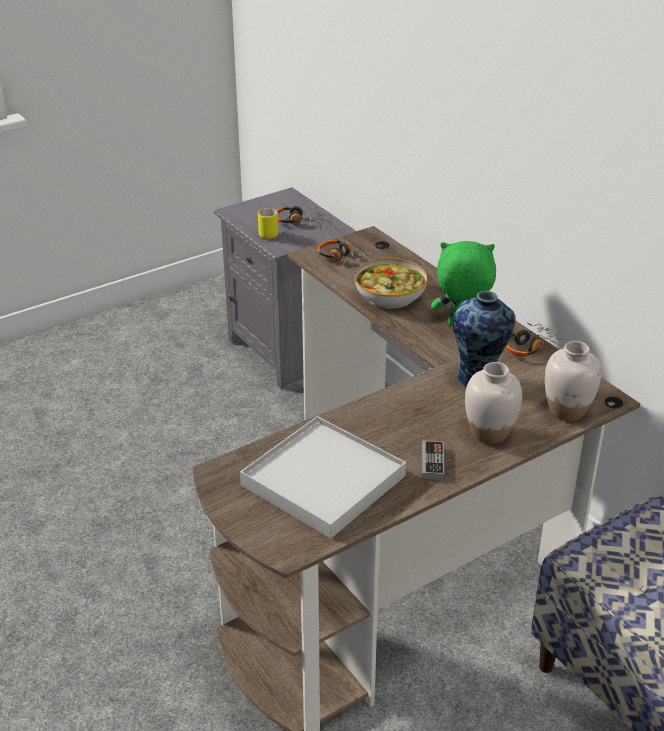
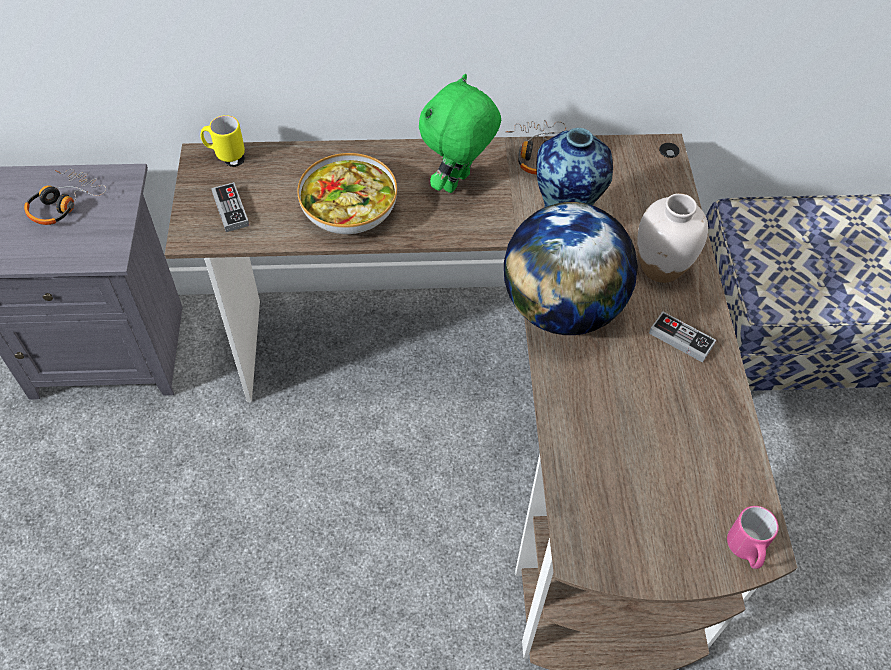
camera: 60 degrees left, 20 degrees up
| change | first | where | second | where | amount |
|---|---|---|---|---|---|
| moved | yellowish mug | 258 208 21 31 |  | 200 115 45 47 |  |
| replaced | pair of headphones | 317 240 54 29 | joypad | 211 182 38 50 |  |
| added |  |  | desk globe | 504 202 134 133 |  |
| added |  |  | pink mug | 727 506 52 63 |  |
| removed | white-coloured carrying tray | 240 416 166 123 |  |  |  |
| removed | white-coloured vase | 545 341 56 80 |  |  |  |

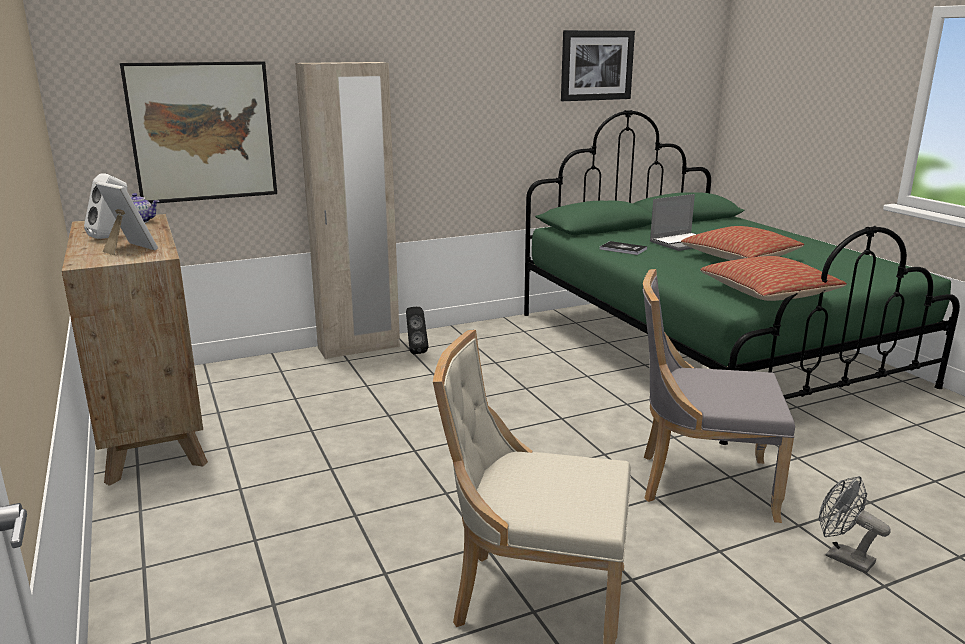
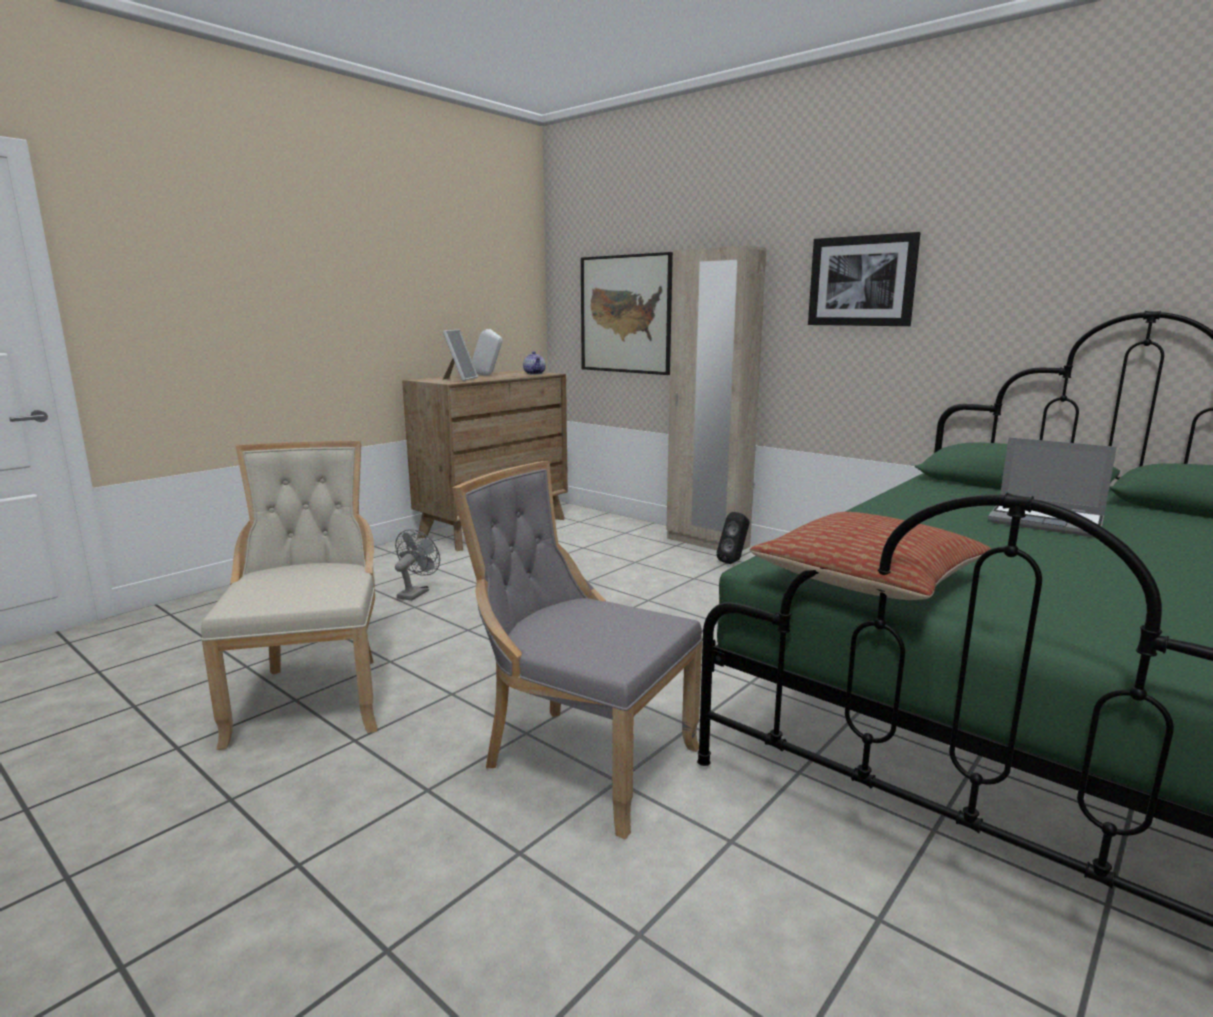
camera: 65 degrees right, 5 degrees down
| change | first | where | second | where | amount |
|---|---|---|---|---|---|
| moved | gray fan | 819 476 72 97 |  | 395 529 45 72 |  |
| turned | gray chair | 643 269 152 254 |  | 452 461 251 378 | 45 degrees counterclockwise |
| moved | wall picture | 561 30 74 71 |  | 808 232 113 94 |  |
| removed | book | 600 241 47 14 |  |  |  |
| removed | pillow | 681 226 123 34 |  |  |  |

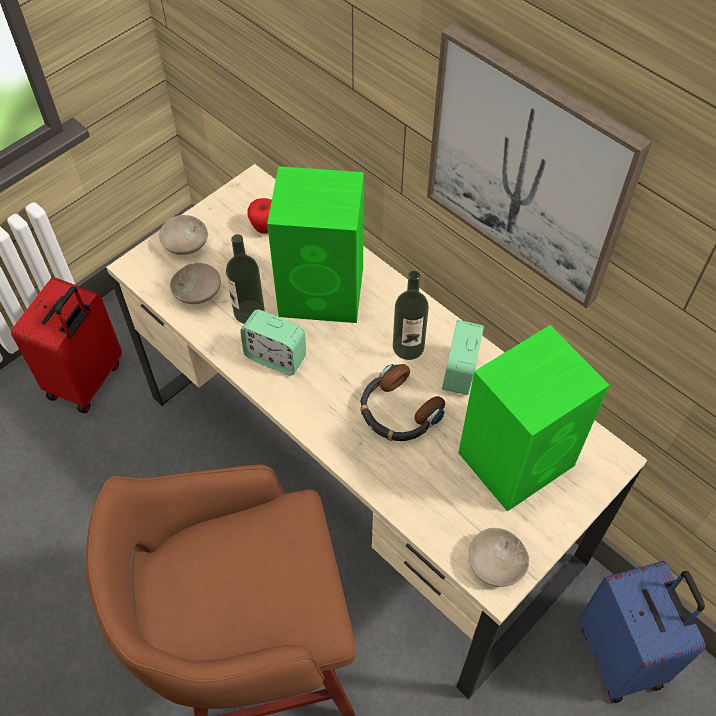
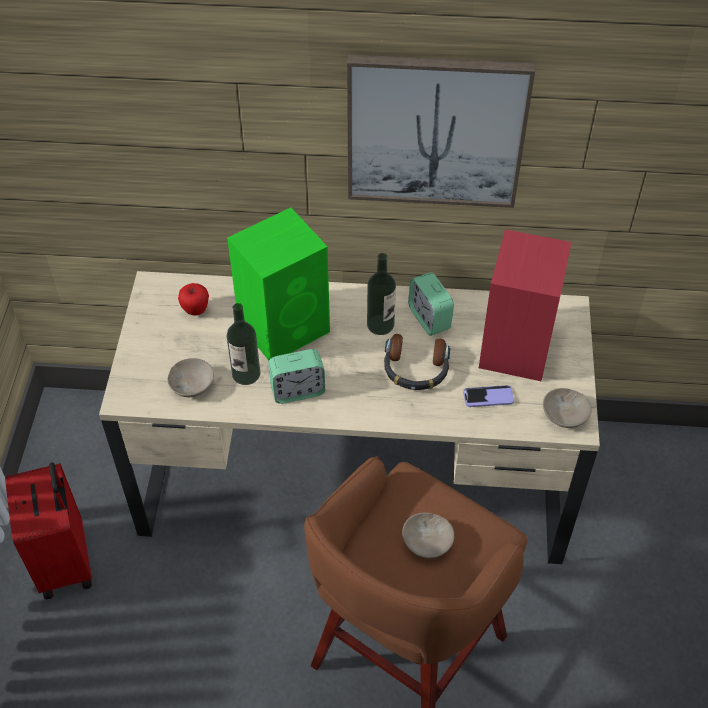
camera: 40 degrees left, 5 degrees down
| change | first | where | second | where | amount |
|---|---|---|---|---|---|
| moved | sand-coloured deep dish | 159 215 49 40 |  | 402 512 52 46 |  |
| added |  |  | phone | 463 385 51 22 |  |
| recoloured | green-coloured speaker | 458 325 151 187 | reddish speaker | 479 229 93 152 |  |
| removed | blue-coloured travel case | 580 561 125 142 |  |  |  |

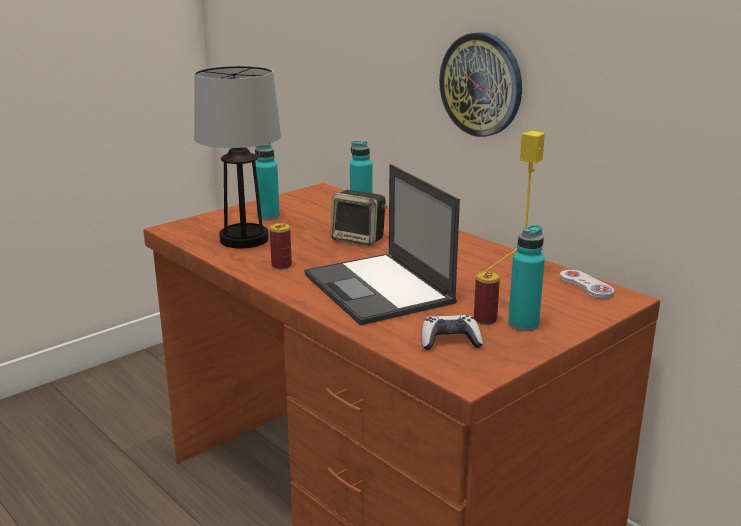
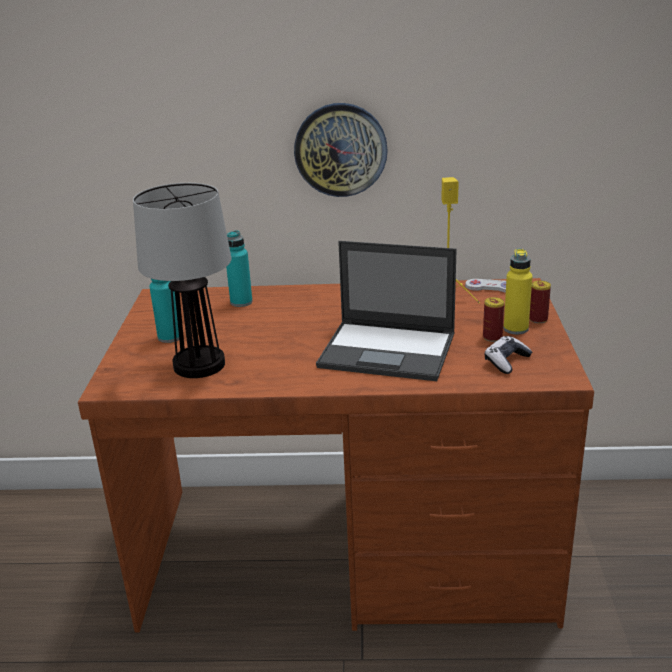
camera: 45 degrees left, 5 degrees up
| change | first | where | second | where | amount |
|---|---|---|---|---|---|
| recoloured | turquoise-coloured beverage bottle | 508 225 37 106 | yellowish beverage bottle | 504 249 28 85 |  |
| moved | can | 270 223 22 47 |  | 529 281 22 42 |  |
| removed | speaker | 330 190 57 56 |  |  |  |

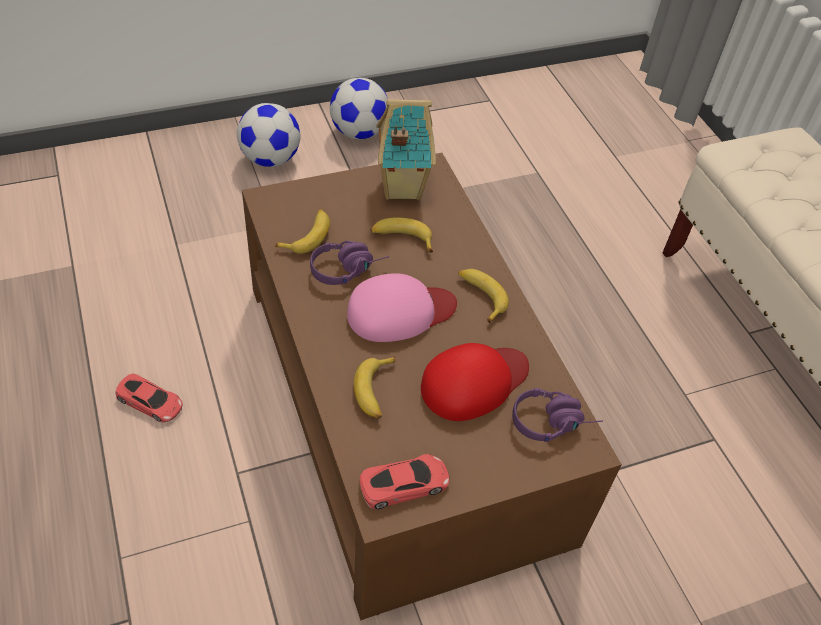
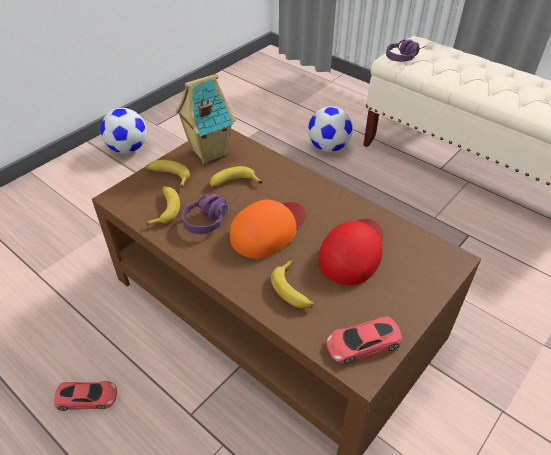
camera: 25 degrees left, 5 degrees down
| change | first | where | second | where | amount |
|---|---|---|---|---|---|
| moved | banana fruit | 458 269 51 55 |  | 146 160 44 28 |  |
| recoloured | pink baseball cap | 347 273 110 69 | orangey baseball cap | 230 200 75 59 |  |
| moved | football | 237 103 63 64 |  | 308 106 45 46 |  |
| turned | reddish miniature car | 360 454 89 55 |  | 326 316 76 48 | 150 degrees counterclockwise |
| moved | purplish pair of headphones | 512 388 91 54 |  | 386 39 40 23 |  |

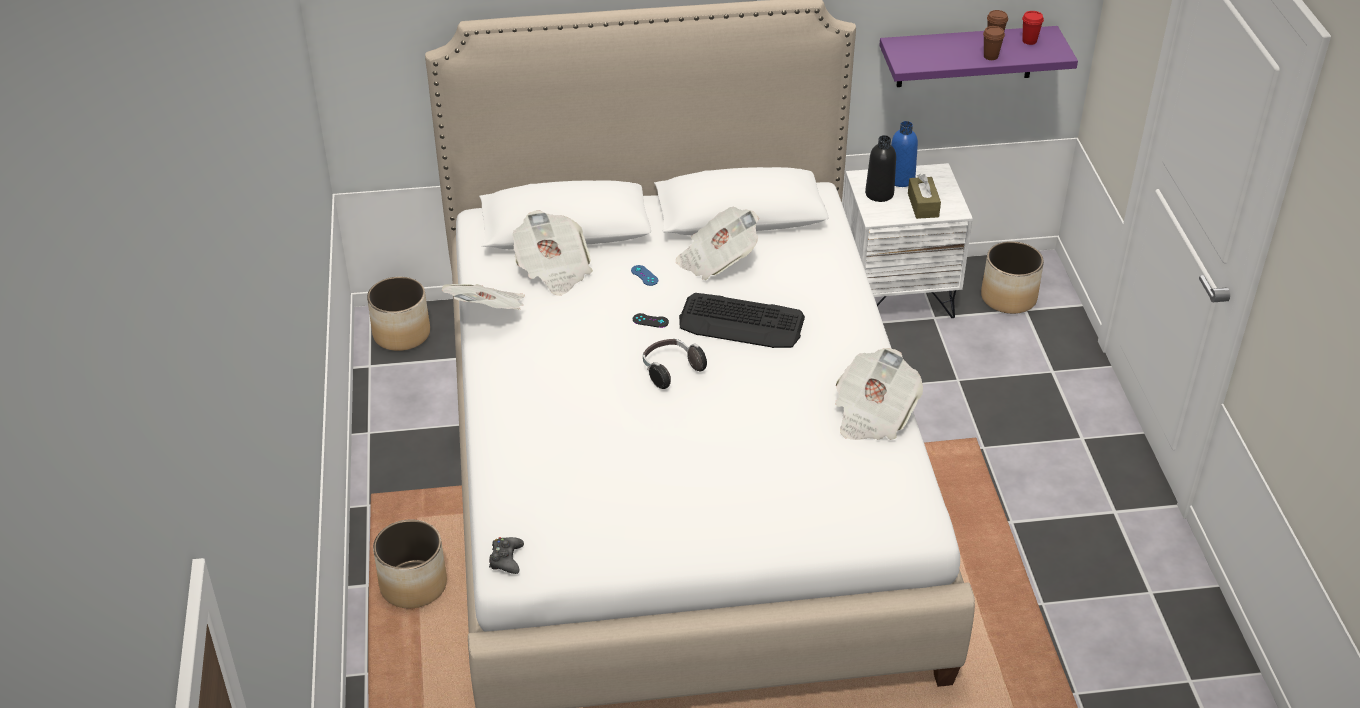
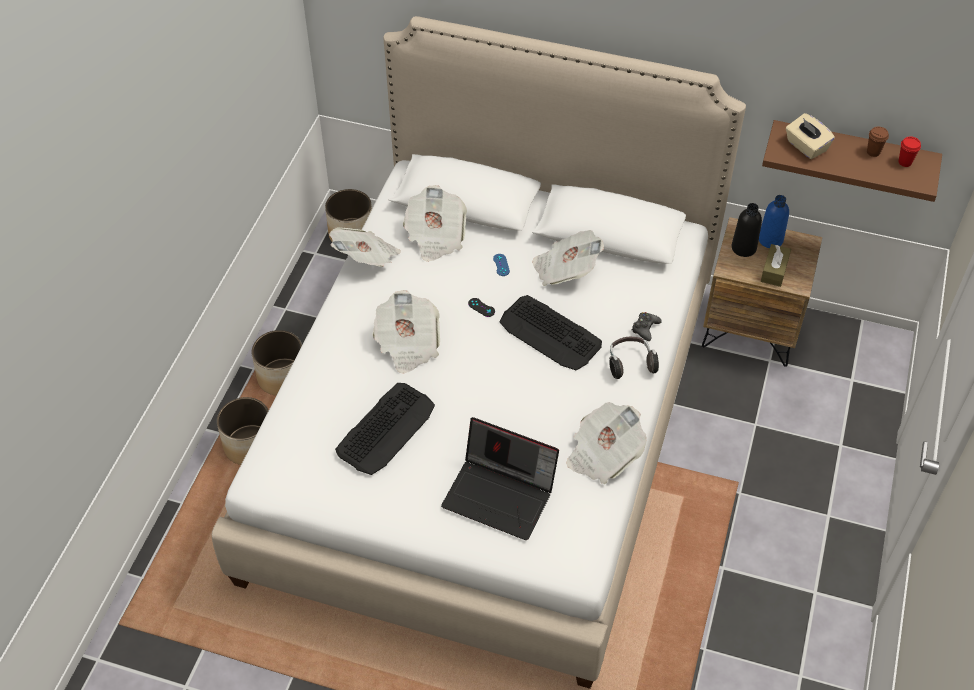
camera: 25 degrees right, 10 degrees up
| change | first | where | second | where | amount |
|---|---|---|---|---|---|
| moved | plant pot | 981 241 63 73 |  | 252 330 50 66 |  |
| added |  |  | computer keyboard | 335 383 100 92 |  |
| added |  |  | daily paper | 372 290 68 84 |  |
| added |  |  | notebook computer | 441 417 118 123 |  |
| moved | pair of headphones | 643 339 64 50 |  | 609 337 50 42 |  |
| moved | black joypad | 489 537 35 37 |  | 632 312 30 29 |  |
| recoloured | white-coloured night table | 843 163 130 155 | brownish night table | 702 217 120 150 |  |
| recoloured | purplish bracket shelf | 879 26 199 61 | brownish bracket shelf | 762 120 180 82 |  |
| added |  |  | sand-coloured box of tissues | 786 113 49 46 |  |
| removed | brownish small cup | 983 26 22 34 |  |  |  |

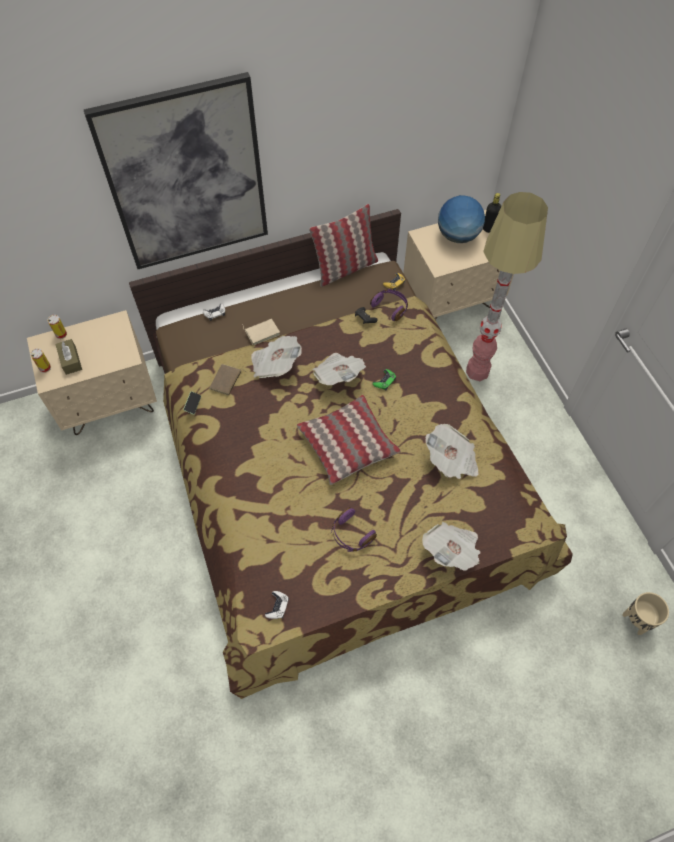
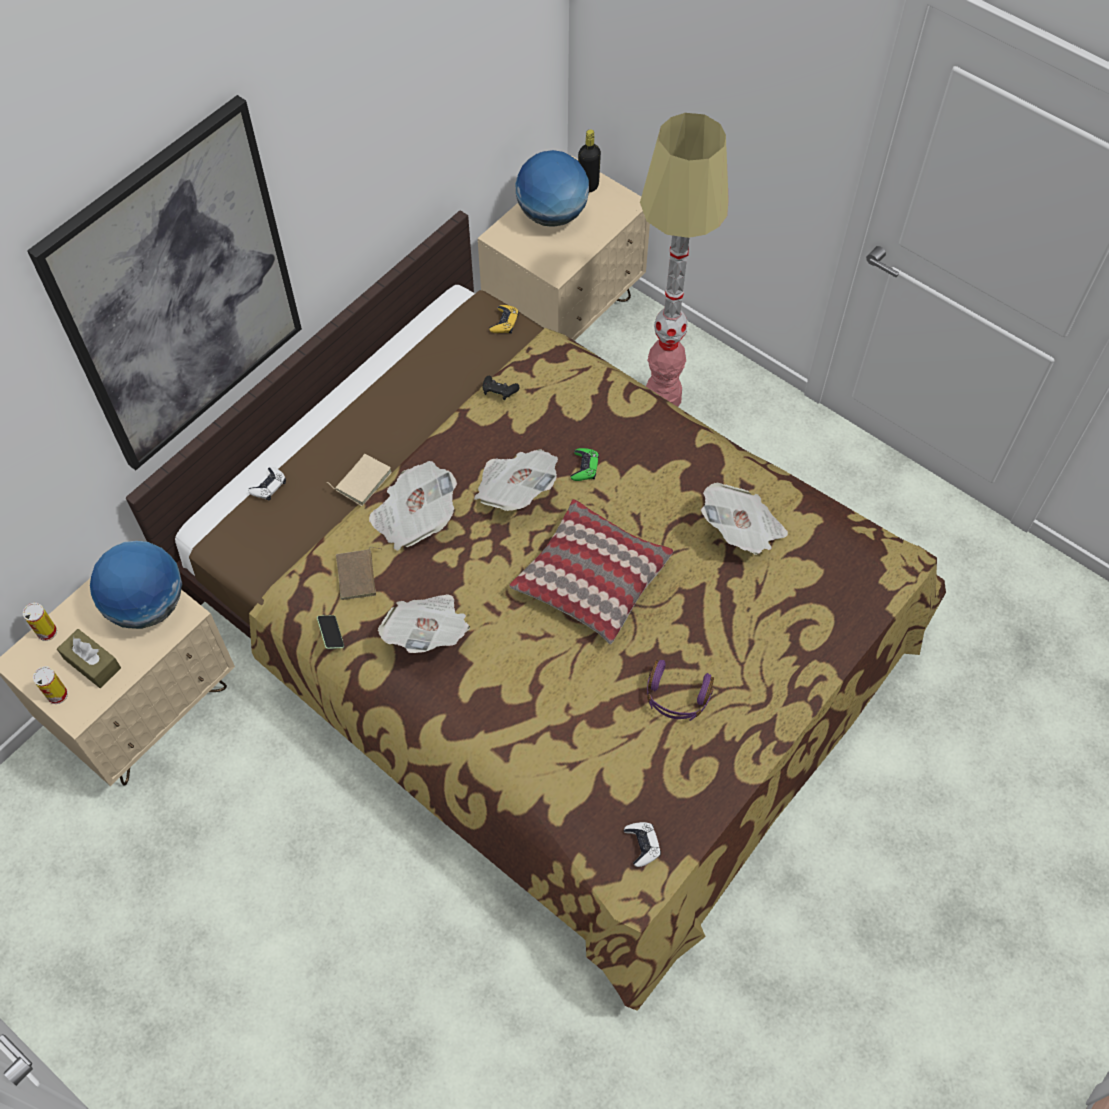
camera: 30 degrees left, 0 degrees up
| change | first | where | second | where | amount |
|---|---|---|---|---|---|
| added |  |  | desk globe | 90 541 92 88 |  |
| moved | daily paper | 422 522 59 49 |  | 378 594 92 59 |  |
| removed | pillow | 309 204 69 83 |  |  |  |
| removed | purplish pair of headphones | 370 289 38 32 |  |  |  |
| removed | sand-coloured plant pot | 622 592 47 43 |  |  |  |

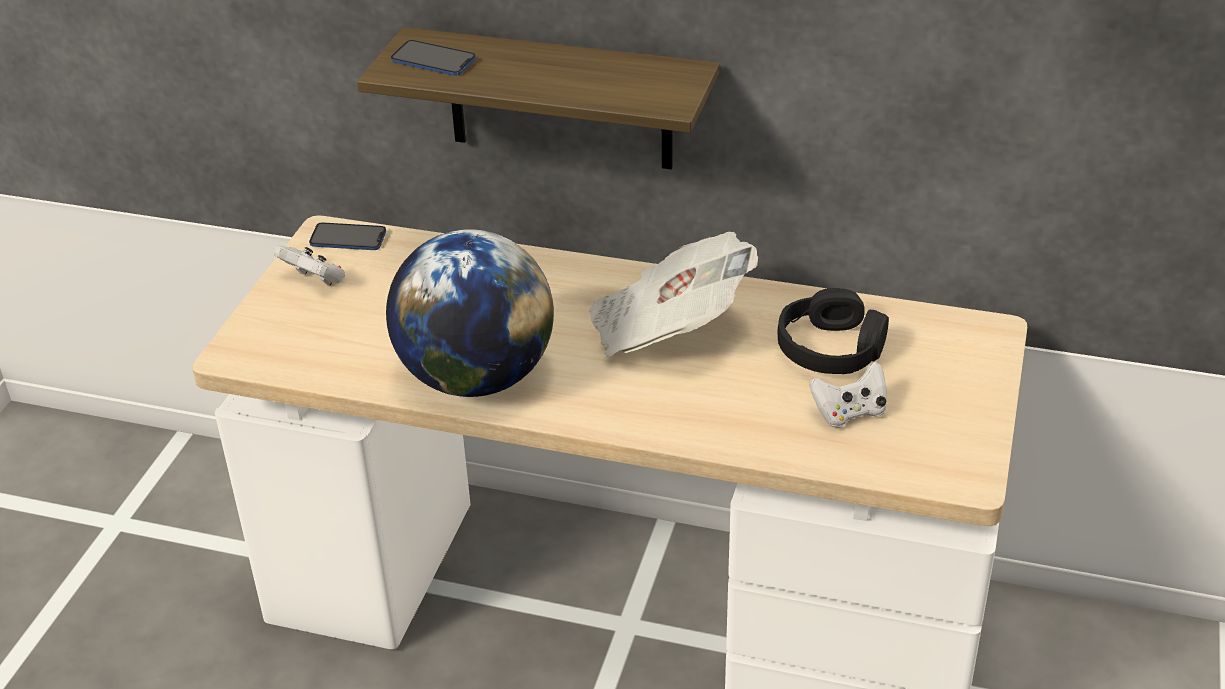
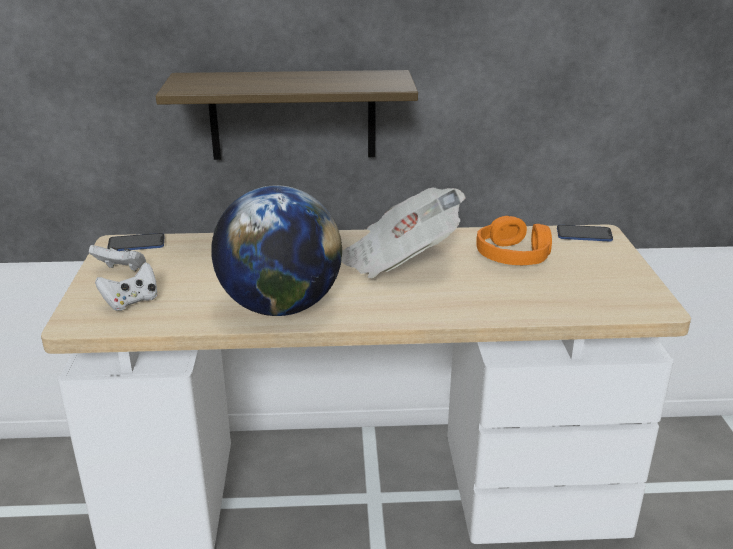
camera: 20 degrees left, 10 degrees down
| change | first | where | second | where | amount |
|---|---|---|---|---|---|
| moved | white-coloured joypad | 809 361 78 66 |  | 95 262 63 49 |  |
| recoloured | black pair of headphones | 777 288 112 86 | orangey pair of headphones | 476 216 76 49 |  |
| moved | phone | 391 40 85 36 |  | 557 225 56 17 |  |

